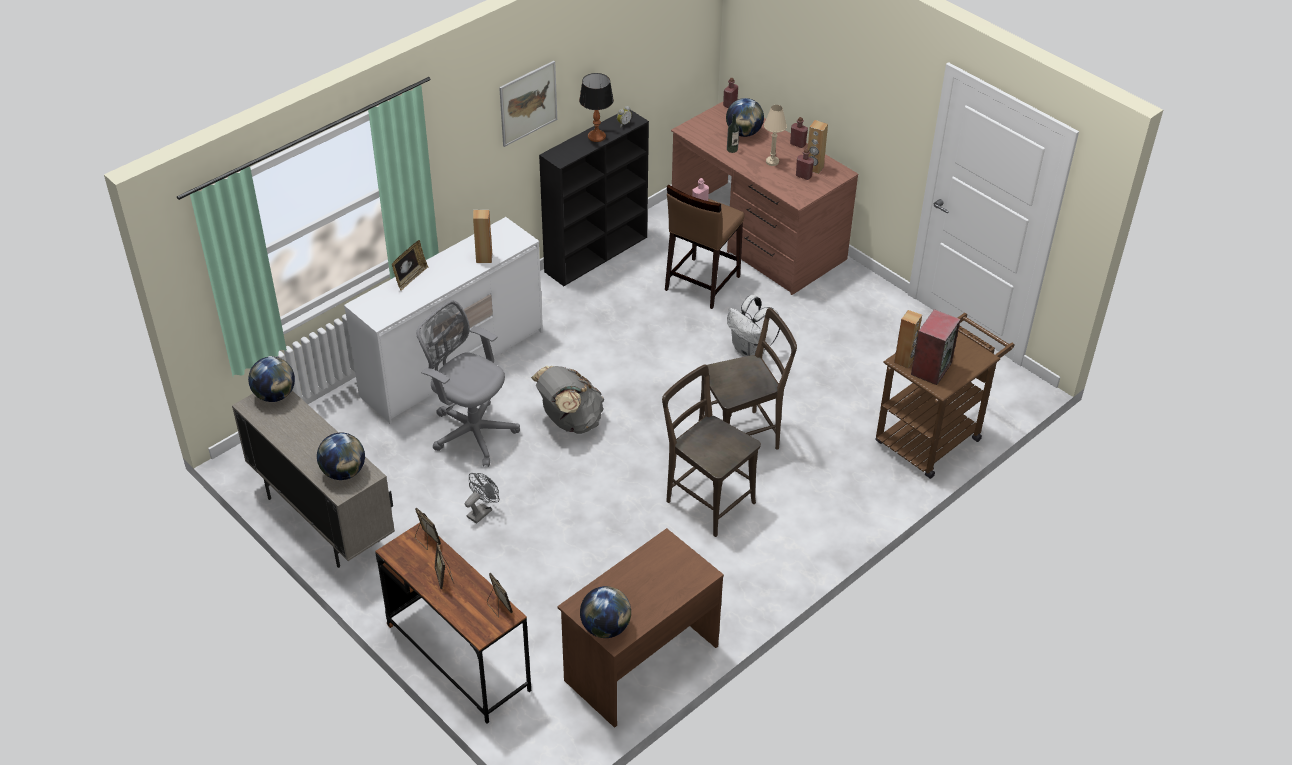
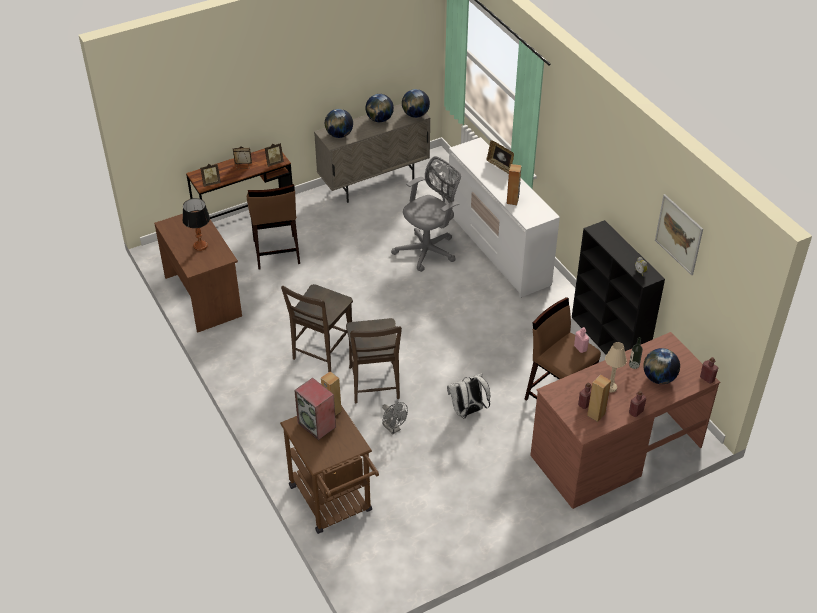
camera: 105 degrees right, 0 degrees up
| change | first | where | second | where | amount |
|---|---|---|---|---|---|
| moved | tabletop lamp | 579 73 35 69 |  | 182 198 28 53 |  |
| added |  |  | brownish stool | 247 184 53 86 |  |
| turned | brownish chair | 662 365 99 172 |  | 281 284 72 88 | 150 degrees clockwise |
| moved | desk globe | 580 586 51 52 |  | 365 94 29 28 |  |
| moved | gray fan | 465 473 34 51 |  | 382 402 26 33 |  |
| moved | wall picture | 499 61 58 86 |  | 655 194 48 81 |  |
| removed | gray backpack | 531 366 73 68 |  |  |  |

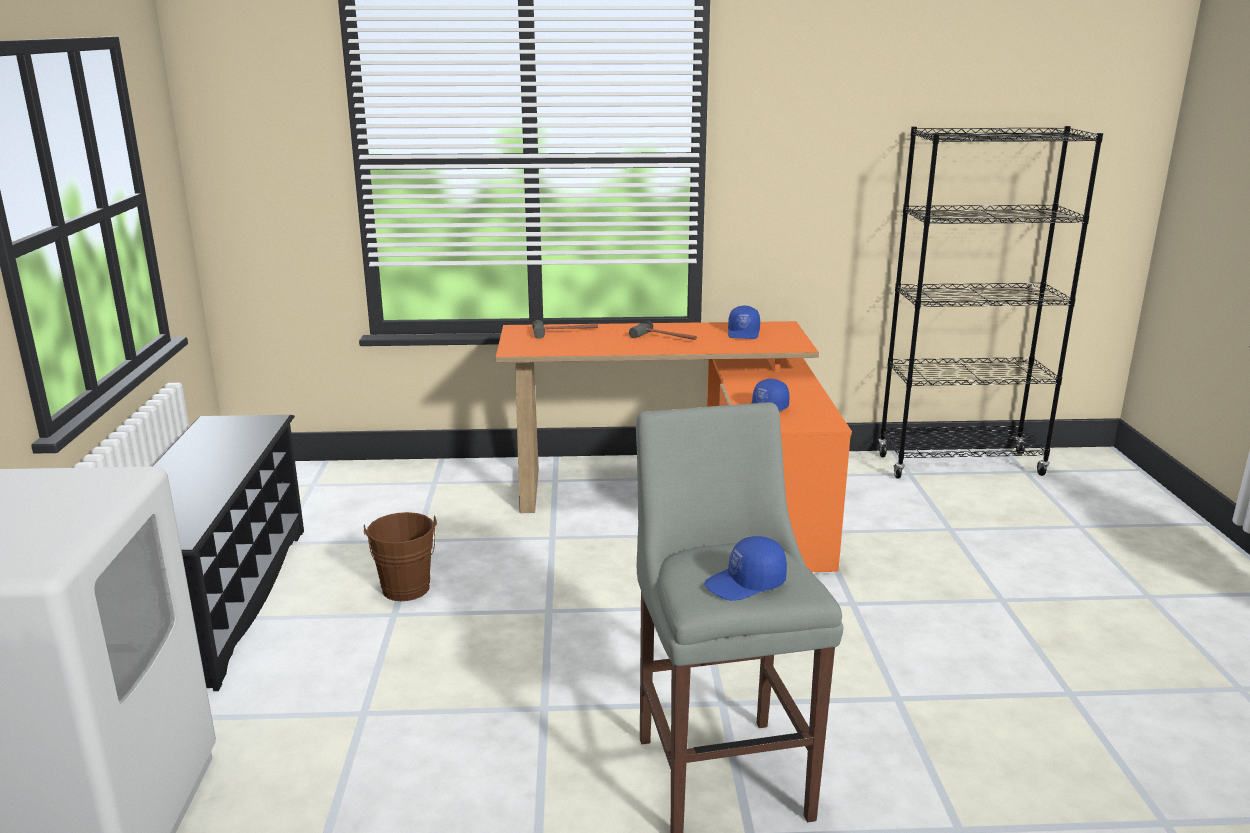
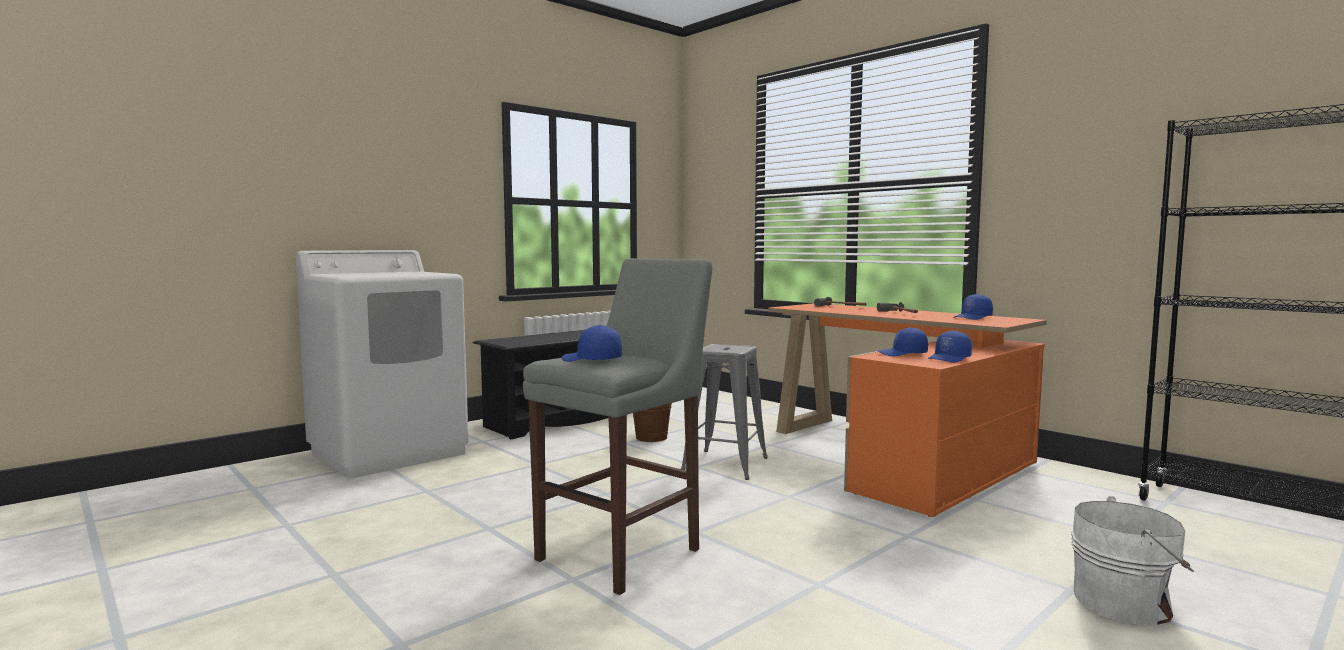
camera: 50 degrees right, 15 degrees down
| change | first | where | second | where | amount |
|---|---|---|---|---|---|
| added |  |  | gray stool | 681 344 87 136 |  |
| added |  |  | blue-coloured baseball cap | 928 330 44 33 |  |
| added |  |  | white-coloured water bucket | 1071 496 123 129 |  |

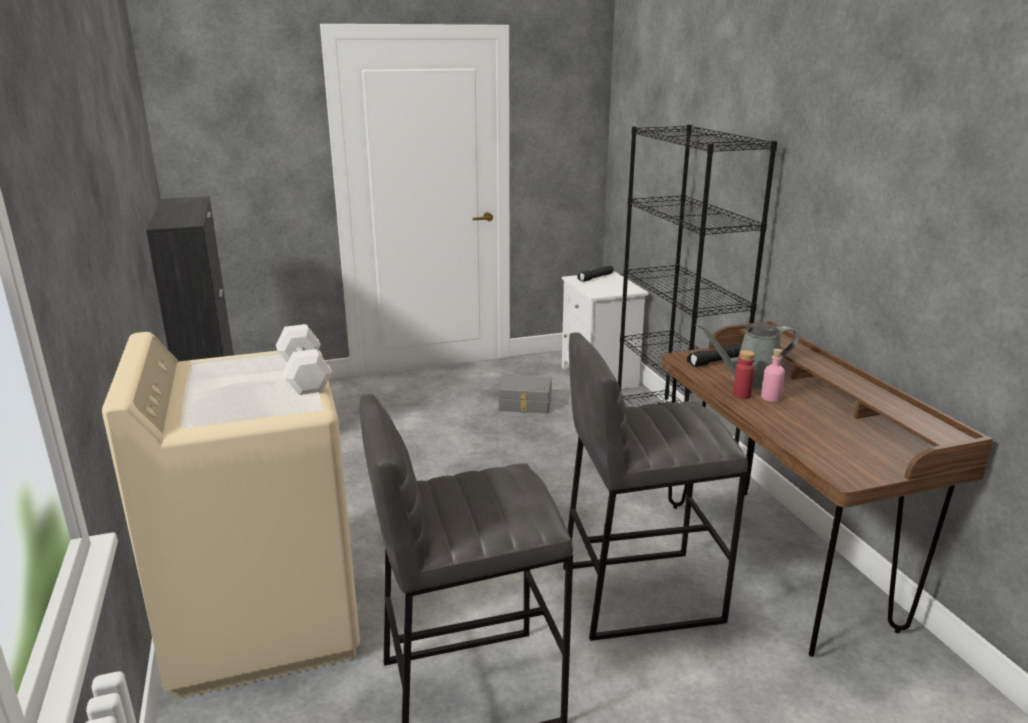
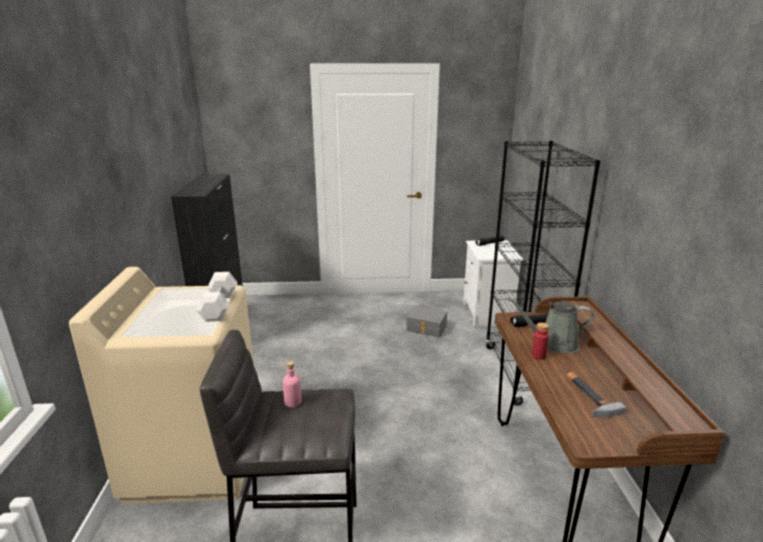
camera: 15 degrees right, 0 degrees up
| change | first | where | second | where | amount |
|---|---|---|---|---|---|
| moved | pink beverage bottle | 761 349 24 53 |  | 283 361 19 46 |  |
| added |  |  | hammer | 567 372 60 45 |  |
| removed | gray stool | 563 333 185 308 |  |  |  |

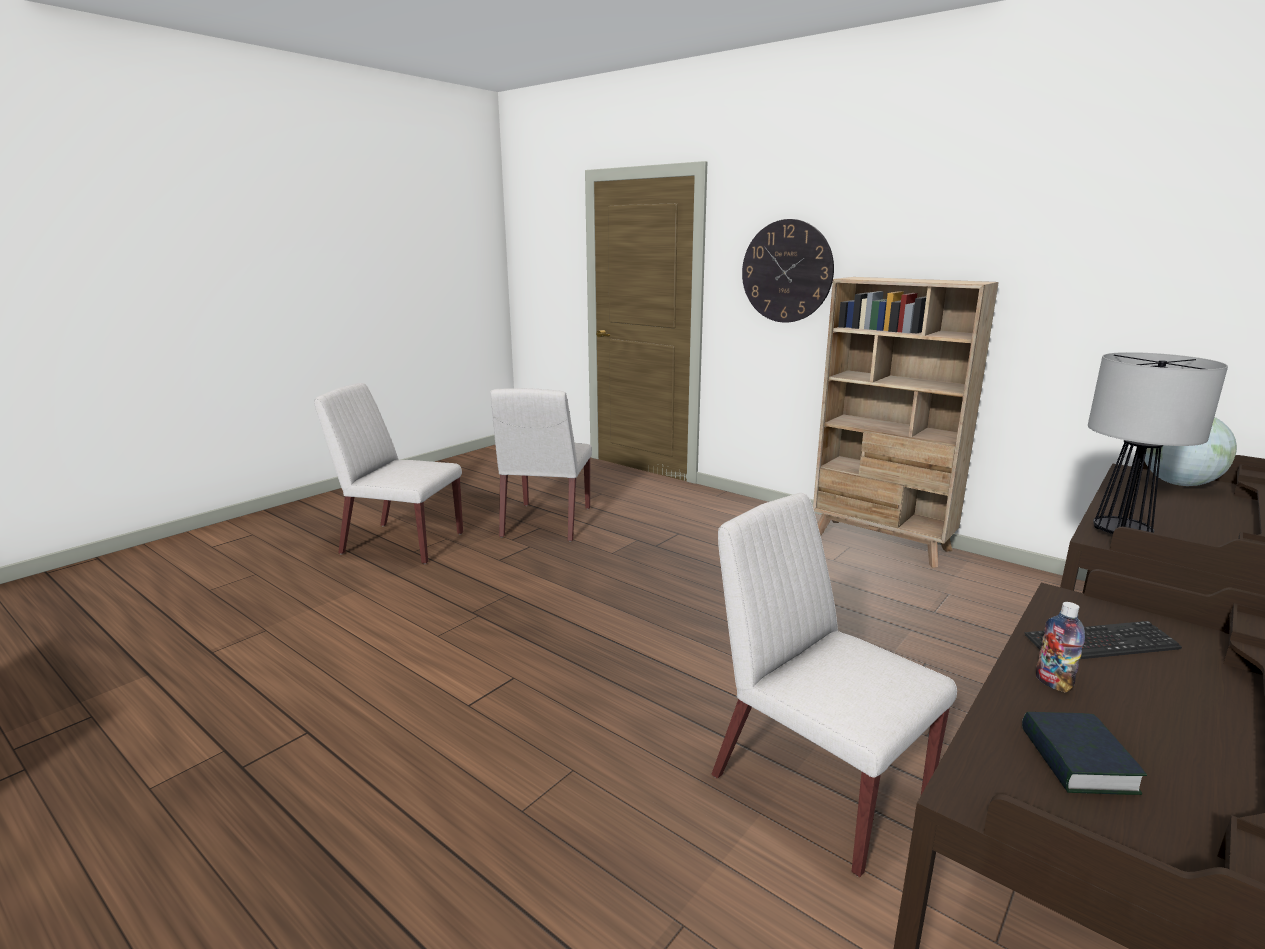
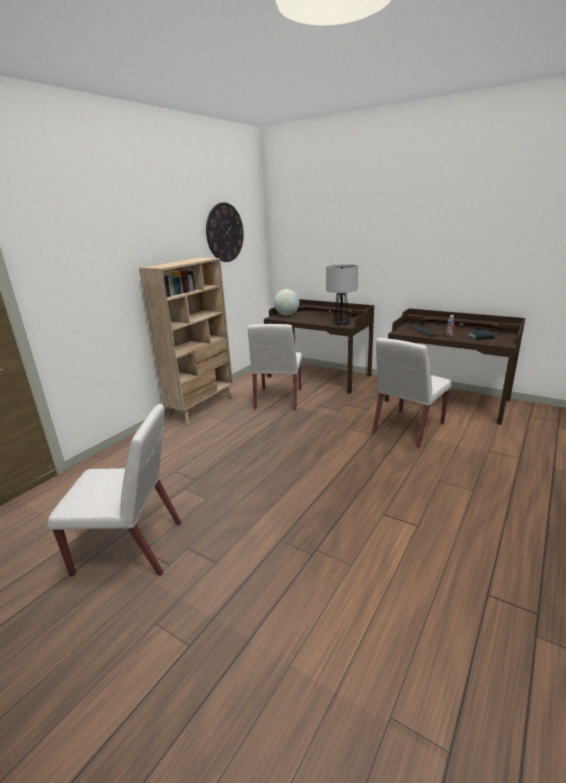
camera: 95 degrees left, 5 degrees up
| change | first | where | second | where | amount |
|---|---|---|---|---|---|
| moved | wall clock | 742 219 92 104 |  | 206 202 38 60 |  |
| moved | white-coloured chair | 314 383 149 181 |  | 248 324 54 86 |  |

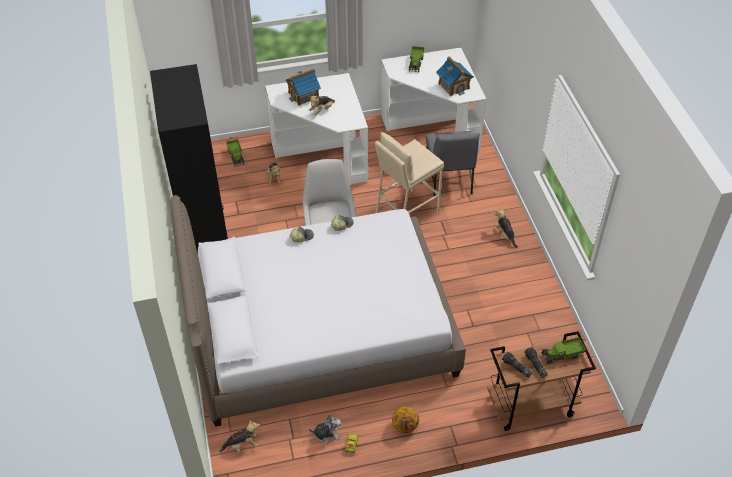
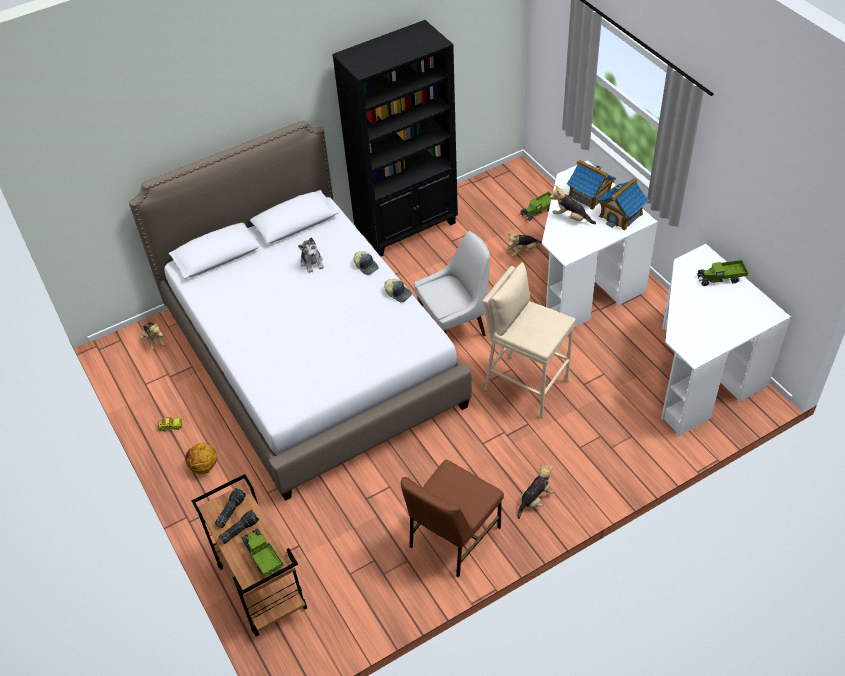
camera: 75 degrees right, 0 degrees up
| change | first | where | second | where | amount |
|---|---|---|---|---|---|
| moved | cuddly toy | 309 415 32 28 |  | 298 238 26 35 |  |
| added |  |  | brownish chair | 401 460 103 117 |  |
| moved | miniature house | 436 56 38 40 |  | 597 178 52 52 |  |
| removed | gray chair | 426 131 54 65 |  |  |  |

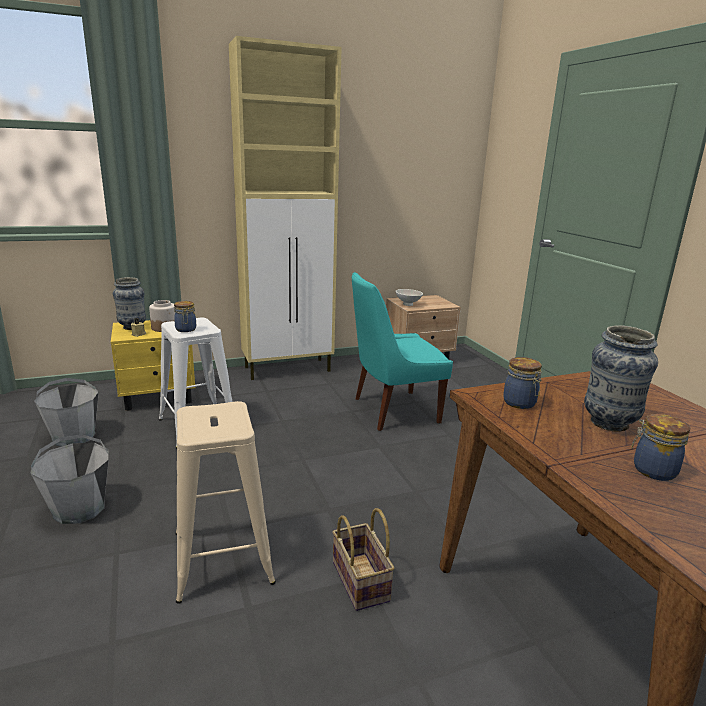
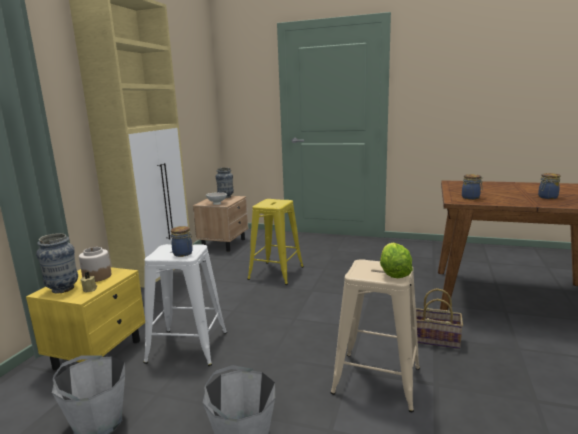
camera: 50 degrees left, 5 degrees down
| change | first | where | second | where | amount |
|---|---|---|---|---|---|
| moved | vase | 584 326 74 106 |  | 216 168 18 30 |  |
| replaced | turquoise-coloured chair | 352 272 101 159 | yellowish stool | 247 199 57 86 |  |
| added |  |  | lettuce | 380 243 33 35 |  |

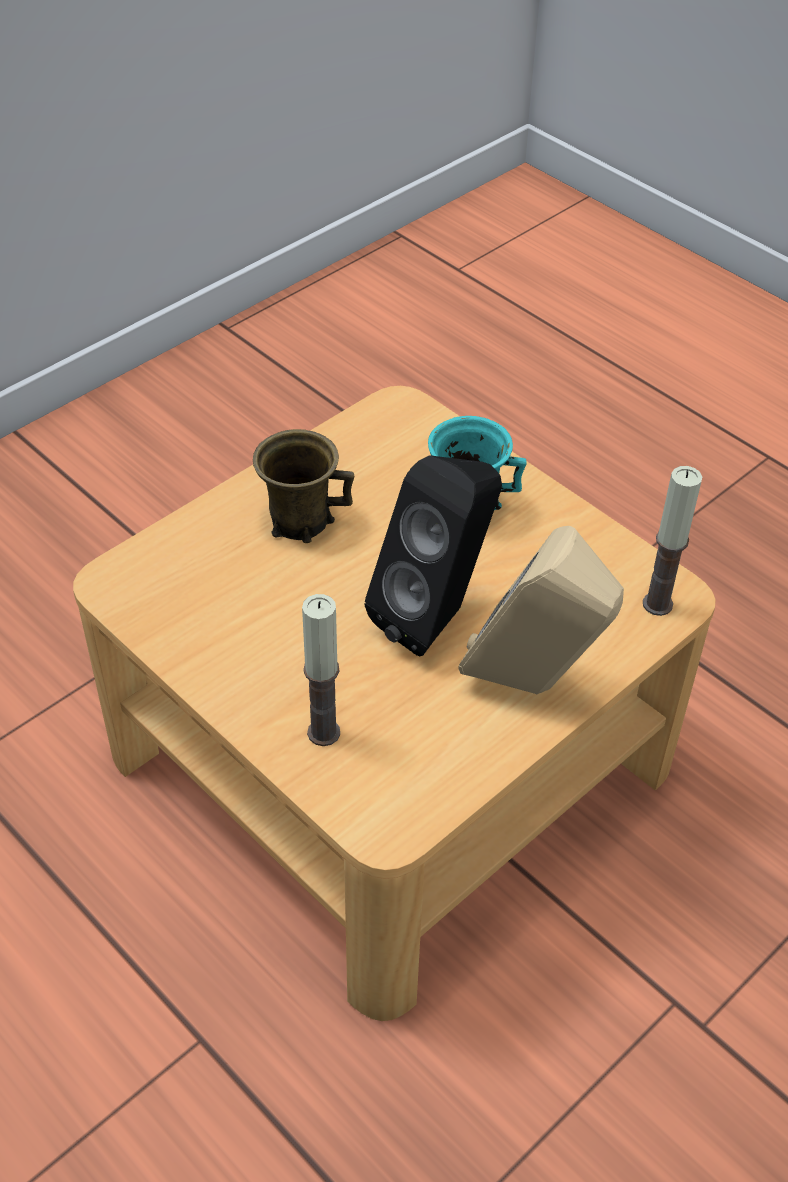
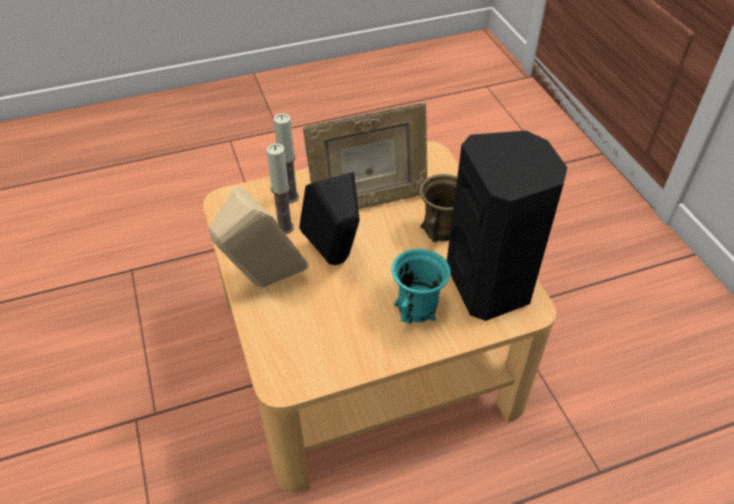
camera: 115 degrees right, 0 degrees up
| change | first | where | second | where | amount |
|---|---|---|---|---|---|
| moved | wax light | 643 466 59 150 |  | 266 143 28 91 |  |
| added |  |  | standing frame | 303 102 124 107 |  |
| added |  |  | black speaker | 447 131 120 190 |  |

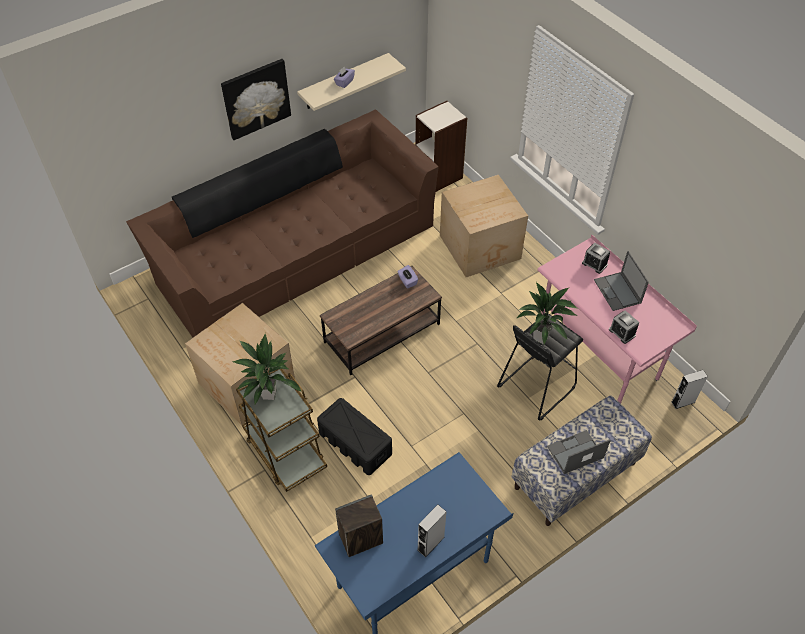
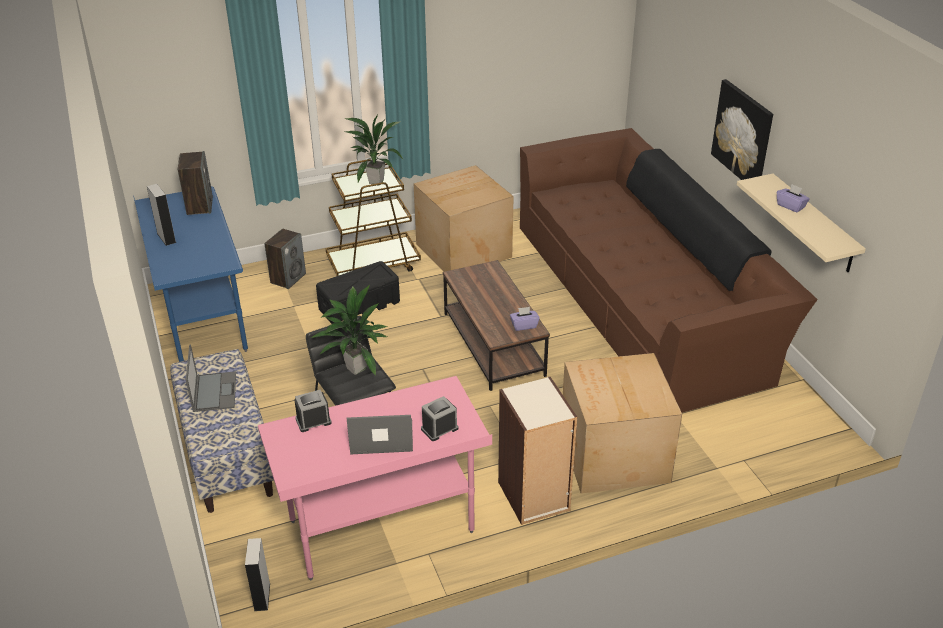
camera: 105 degrees right, 15 degrees down
| change | first | where | second | where | amount |
|---|---|---|---|---|---|
| added |  |  | speaker | 264 229 42 60 |  |
| moved | bookshelf | 415 101 52 91 |  | 498 377 79 148 |  |

